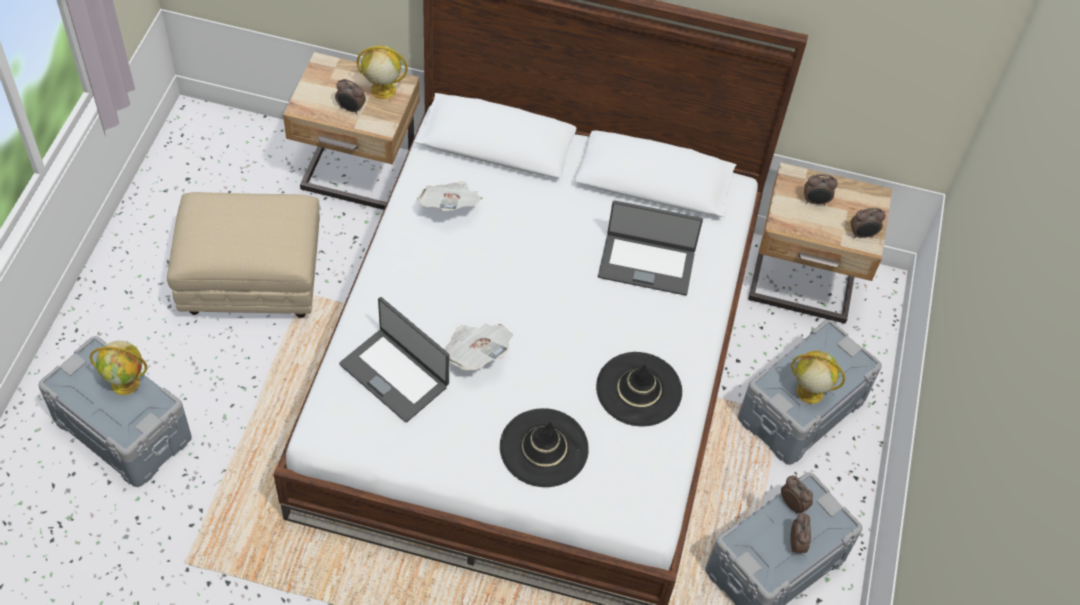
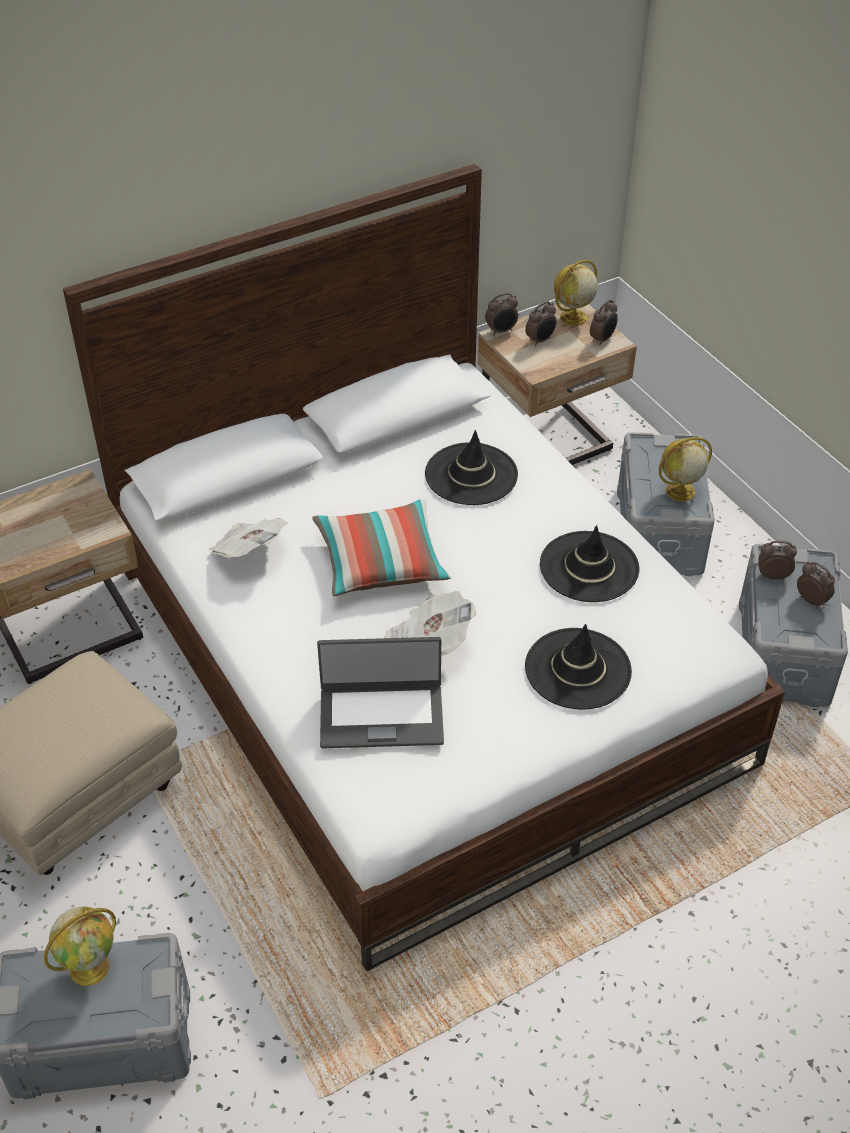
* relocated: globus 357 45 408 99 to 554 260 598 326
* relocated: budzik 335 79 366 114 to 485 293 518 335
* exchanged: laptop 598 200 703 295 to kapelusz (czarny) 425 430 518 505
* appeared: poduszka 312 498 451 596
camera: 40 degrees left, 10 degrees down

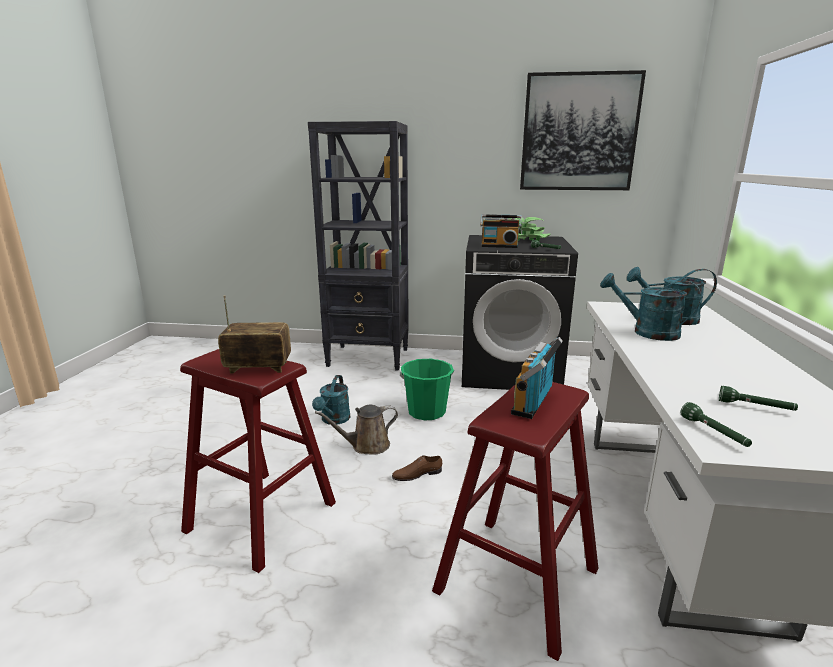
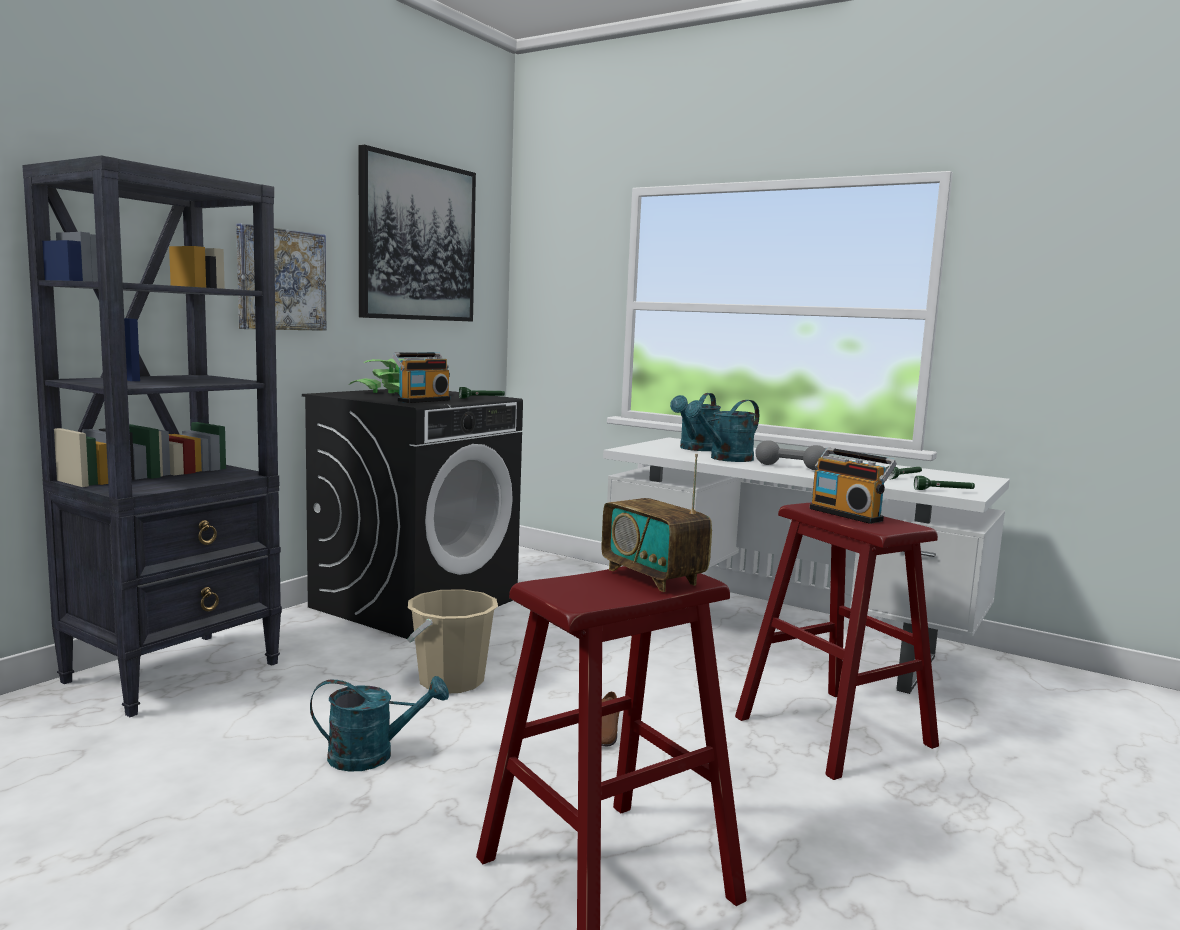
* spun: radio 218 296 291 374 = 601 454 712 592 60 degrees counterclockwise
* colour: wiadro (zielony) 400 359 454 421 to wiadro (beżowy) 407 589 498 693
* spun: konewka (turkusowy) 312 375 350 425 = 310 676 449 772 45 degrees counterclockwise
* missing: konewka (brązowy) 315 405 398 455
* appeared: obraz 236 223 326 331
* appeared: hantel (szary) 755 440 829 470
camera: 65 degrees left, 10 degrees down

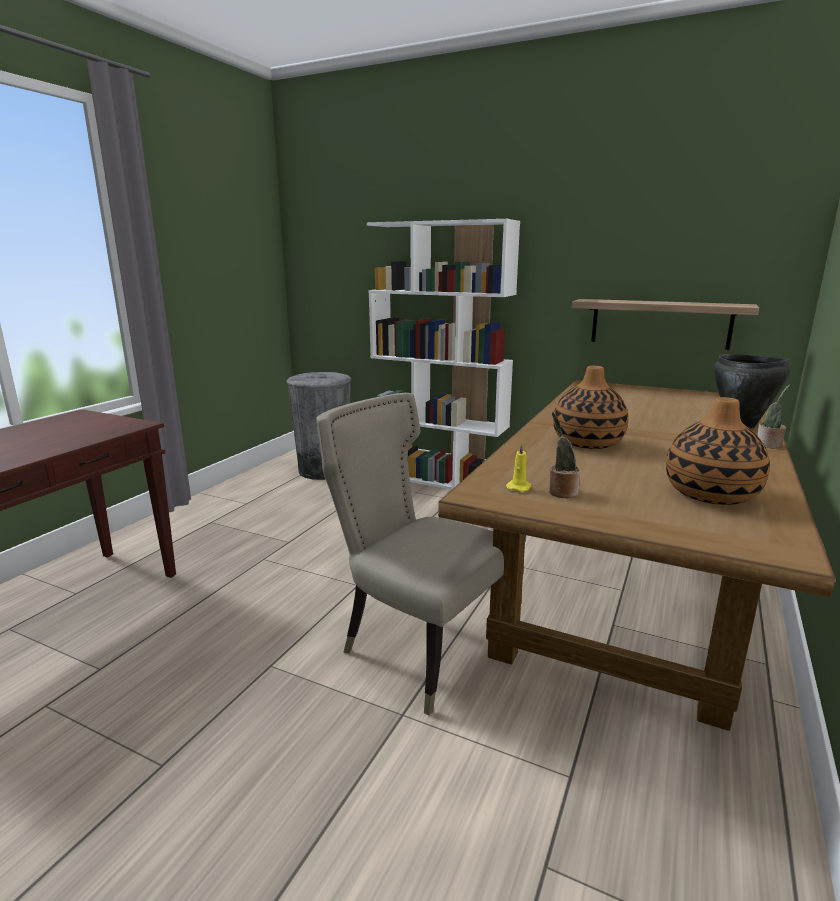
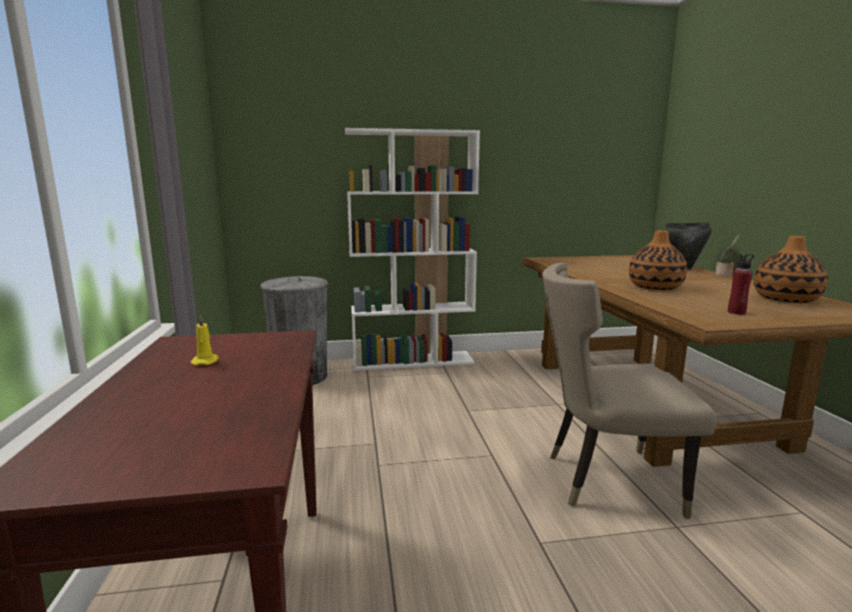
* missing: półka 572 299 759 350
* exchanged: roślina doniczkowa 549 412 581 498 to butelka (czerwony) 728 254 754 315
* relocated: świeca (żółty) 506 443 531 492 to 191 315 219 365
camera: 35 degrees left, 5 degrees down

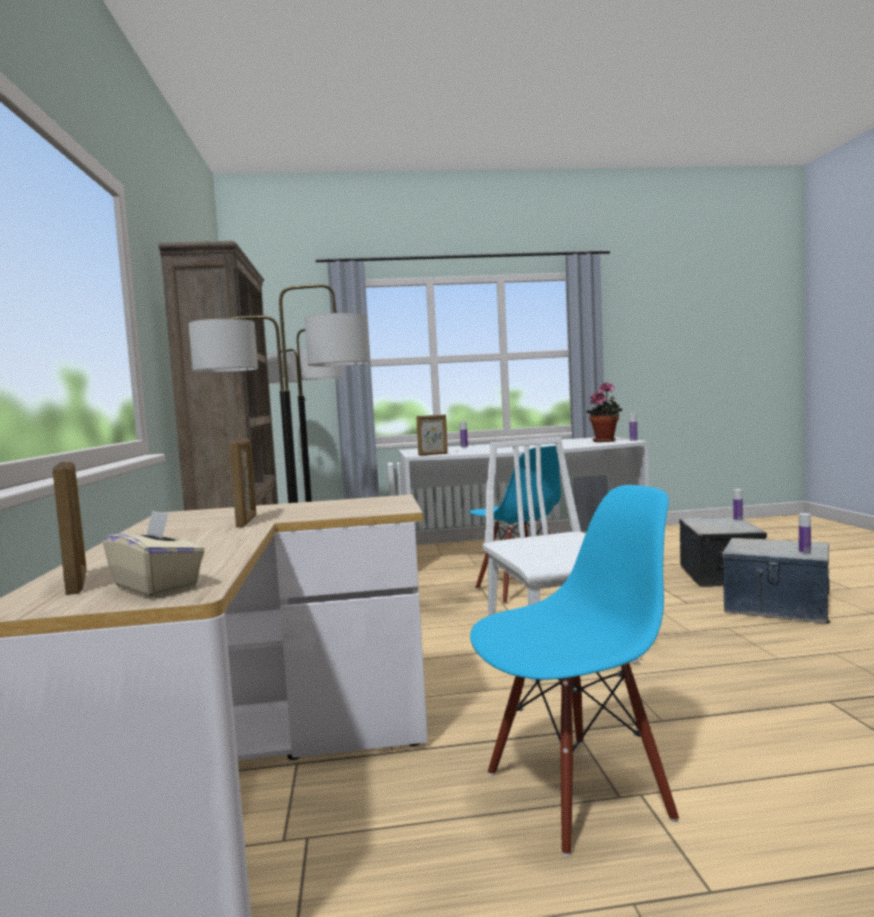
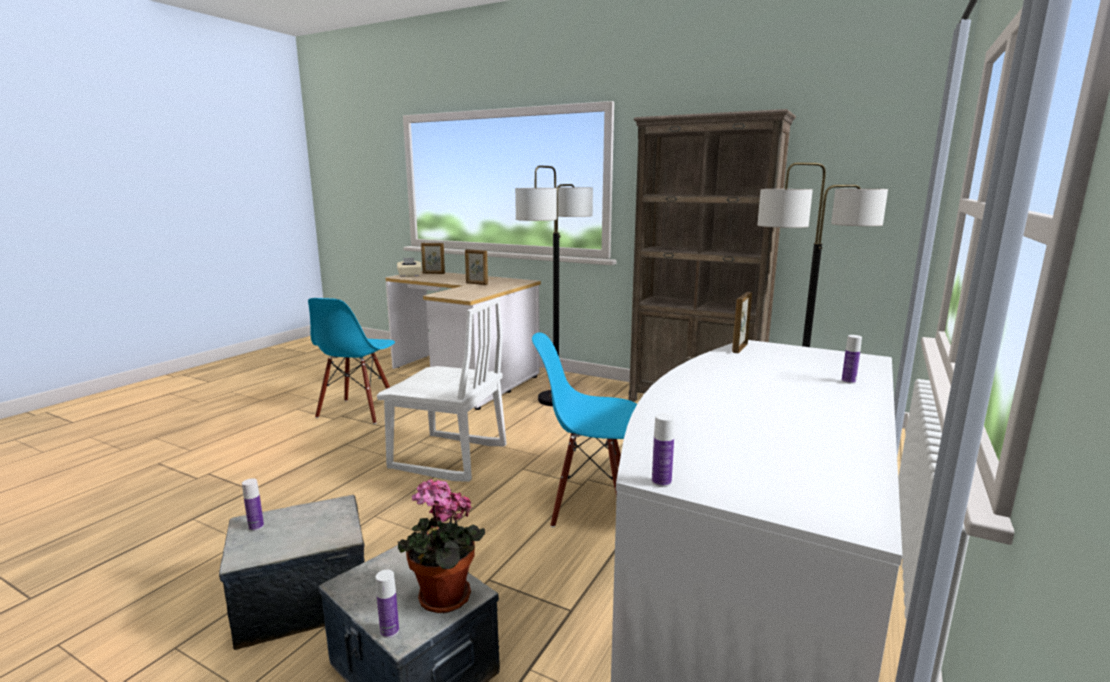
* relocated: roślina doniczkowa 586 382 622 442 to 397 479 485 613
camera: 125 degrees right, 10 degrees up

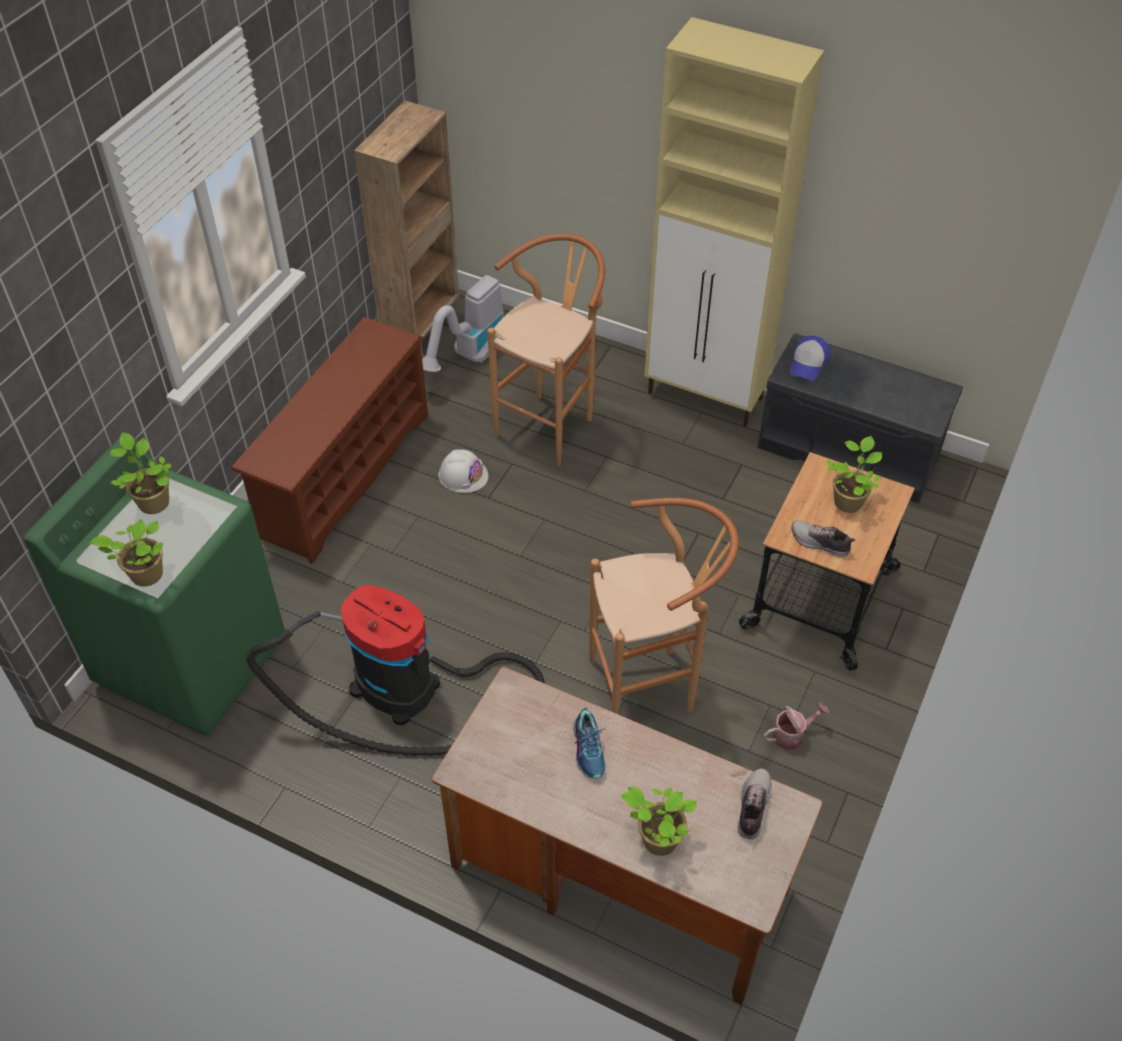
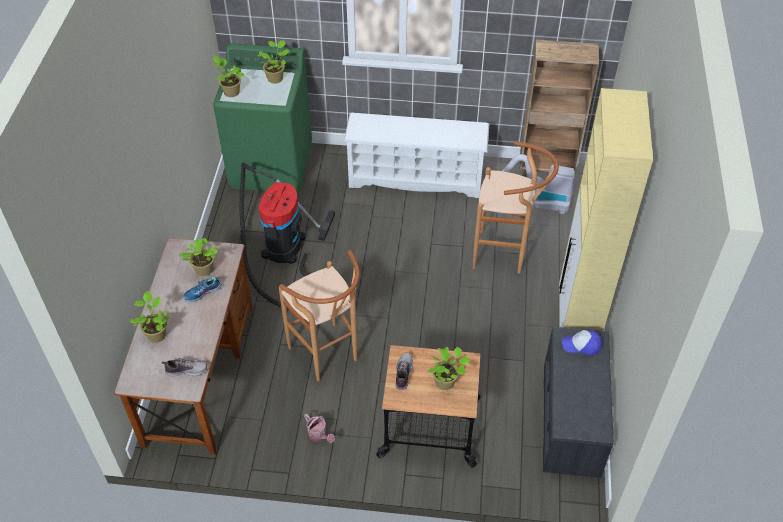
* colour: regał na buty (brązowy) 231 317 428 564 to regał na buty (biały) 344 113 489 198
* missing: kask (biały) 438 449 488 493
* appeared: roślina doniczkowa 179 238 218 276
camera: 70 degrees right, 0 degrees up

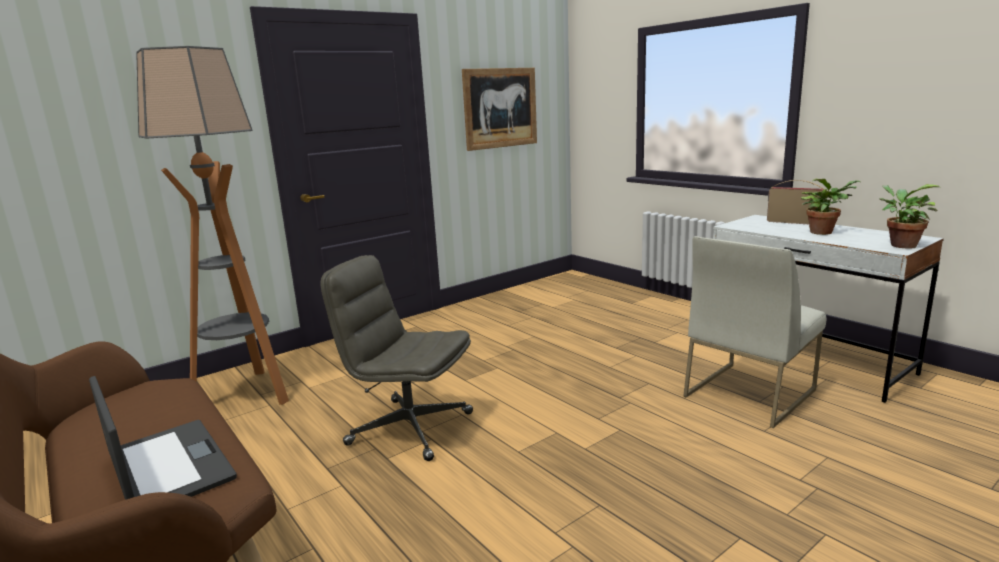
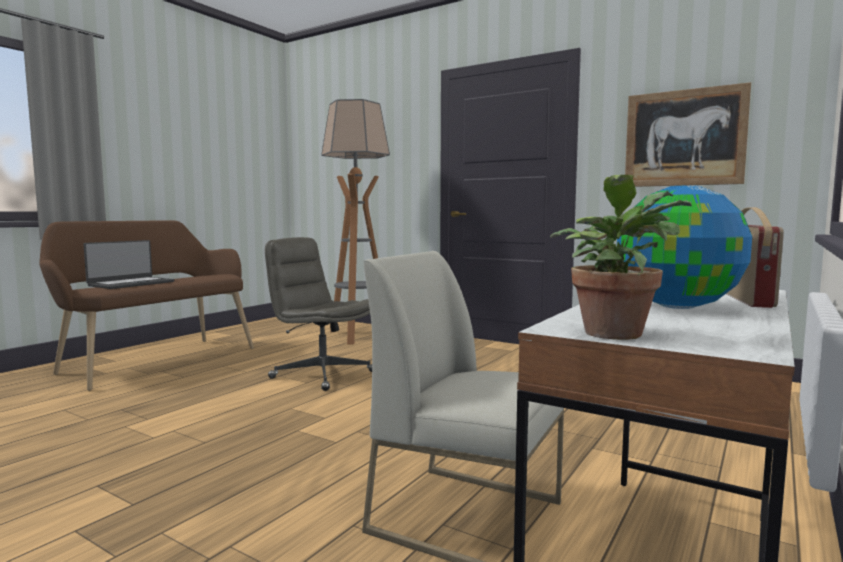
* exchanged: roślina doniczkowa 801 179 860 235 to globus 617 185 752 309
* spun: krzesło biurowe (szary) 321 255 473 461 = 265 237 372 391 60 degrees counterclockwise
camera: 70 degrees right, 10 degrees down

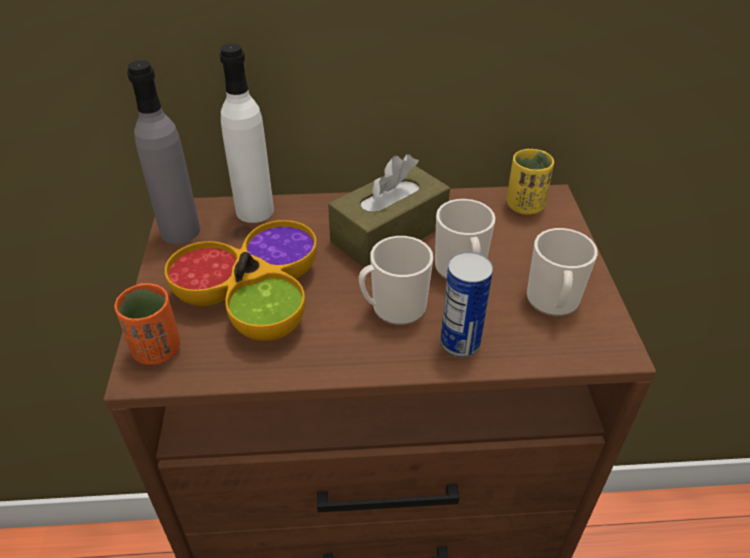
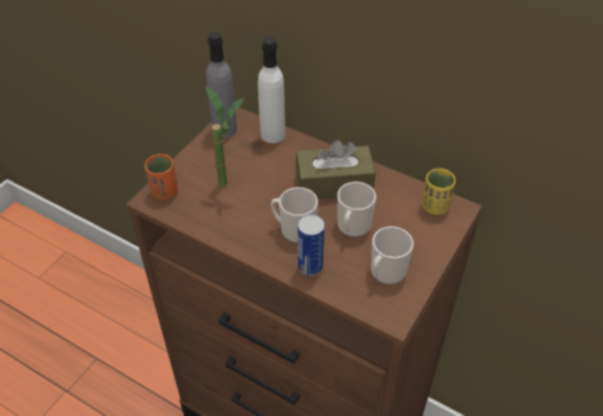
* exchanged: miska 165 220 317 341 to roślina doniczkowa 205 86 244 186
camera: 35 degrees right, 5 degrees up

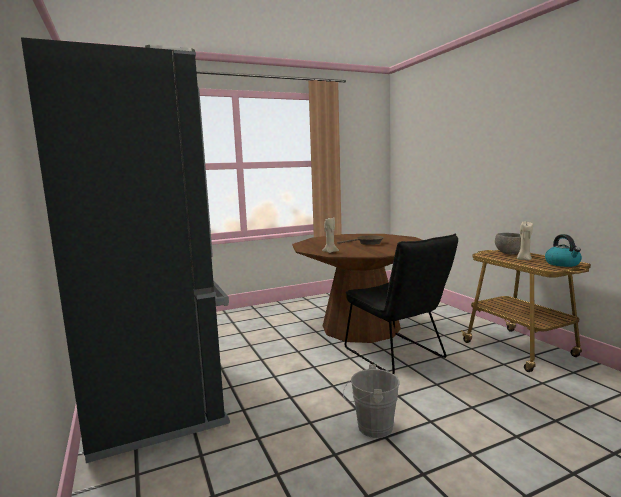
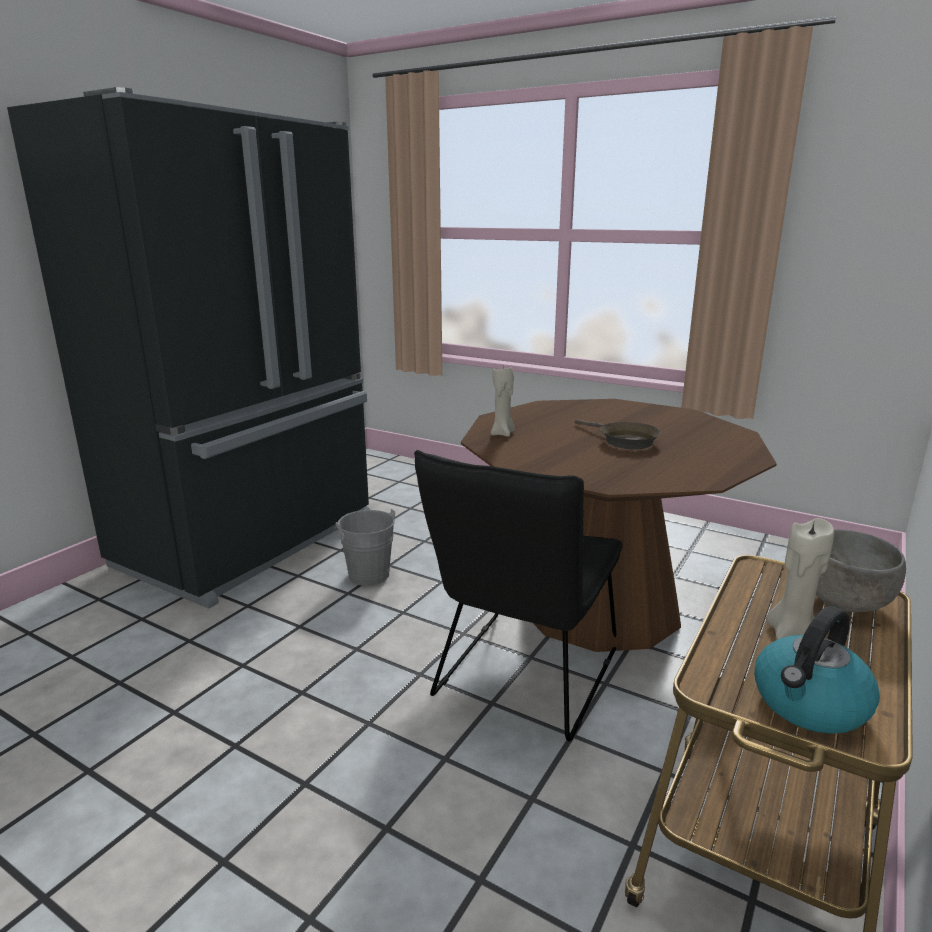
* relocated: wiadro (szary) 343 364 400 438 to 334 509 395 586
camera: 55 degrees right, 10 degrees up

